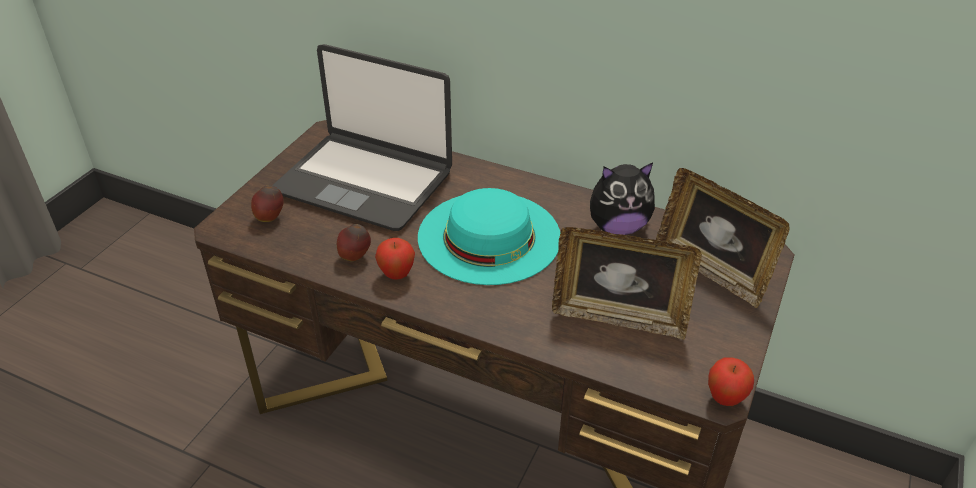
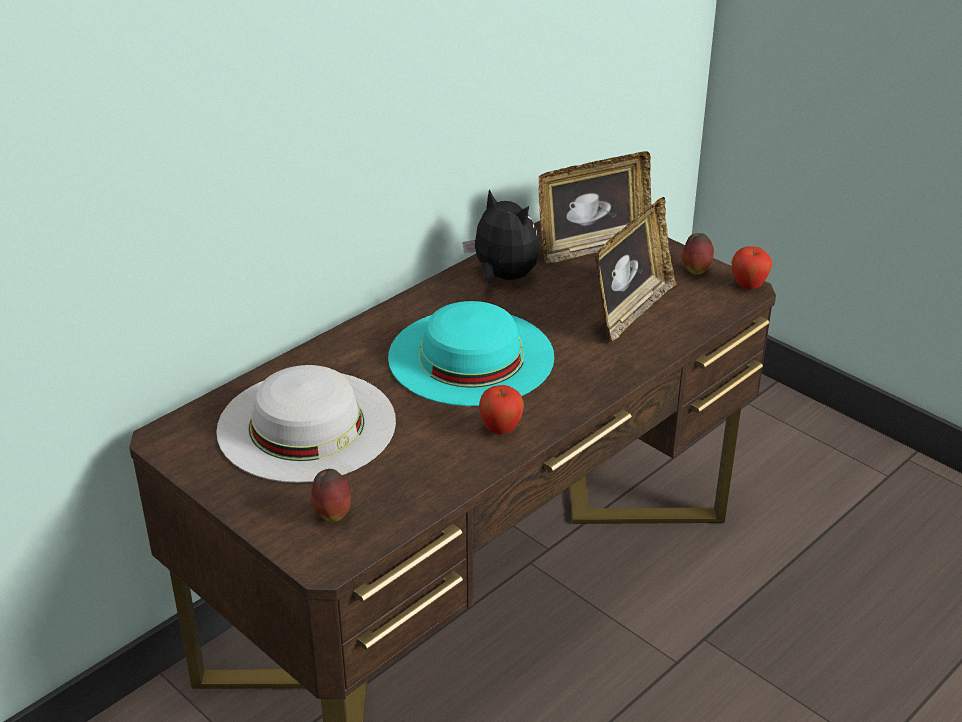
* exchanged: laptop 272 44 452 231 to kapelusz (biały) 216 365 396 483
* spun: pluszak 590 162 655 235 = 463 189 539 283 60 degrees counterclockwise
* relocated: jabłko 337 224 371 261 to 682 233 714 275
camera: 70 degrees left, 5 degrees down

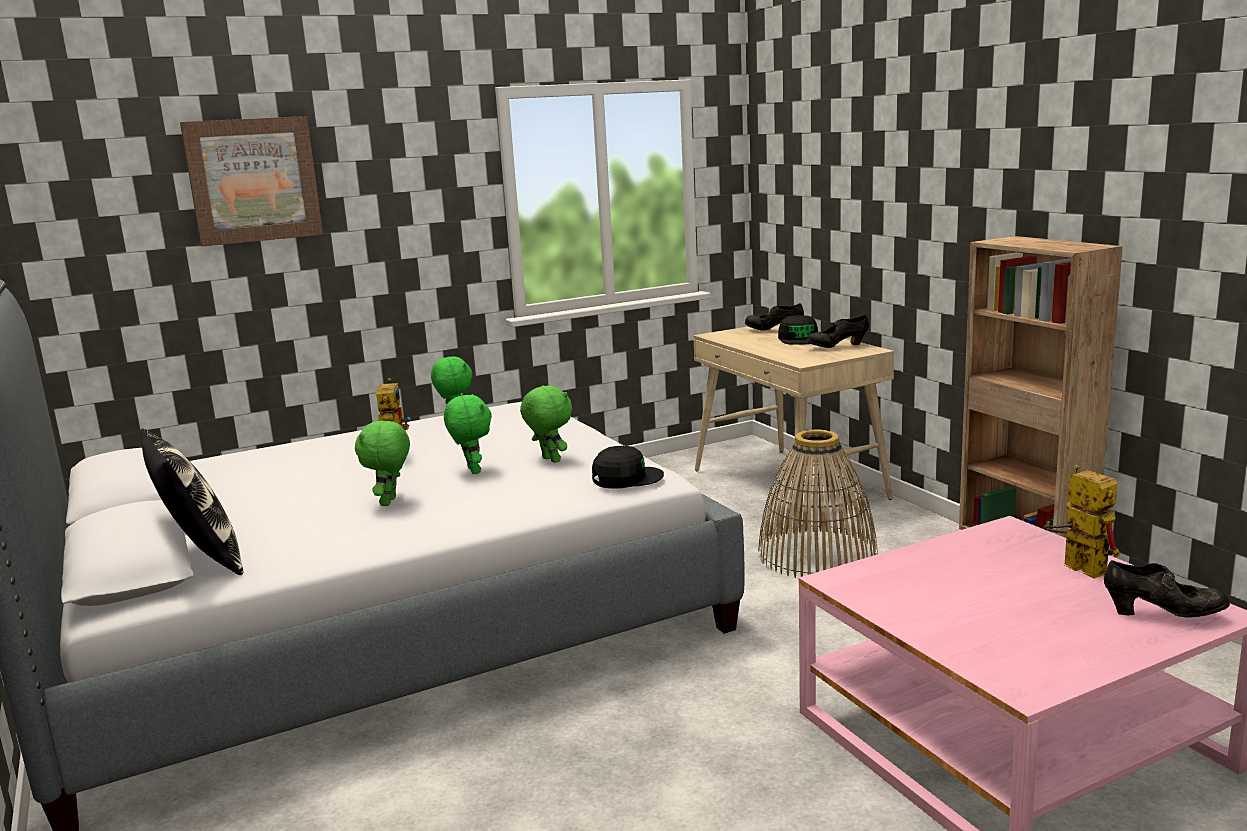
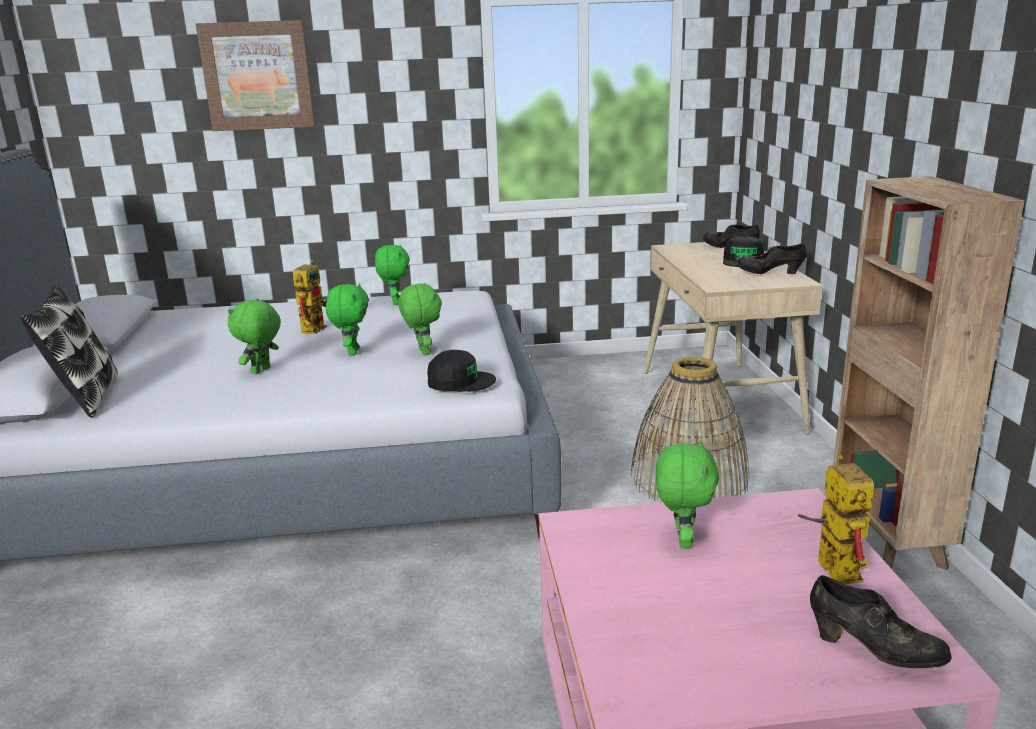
* appeared: pluszak (zielony) 656 440 719 549
camera: 20 degrees right, 5 degrees up

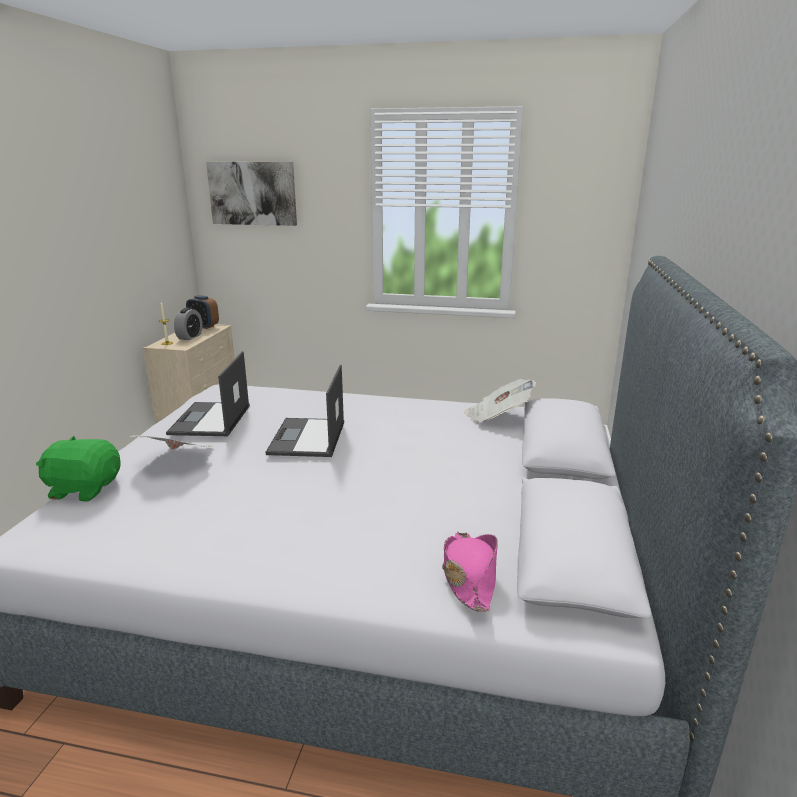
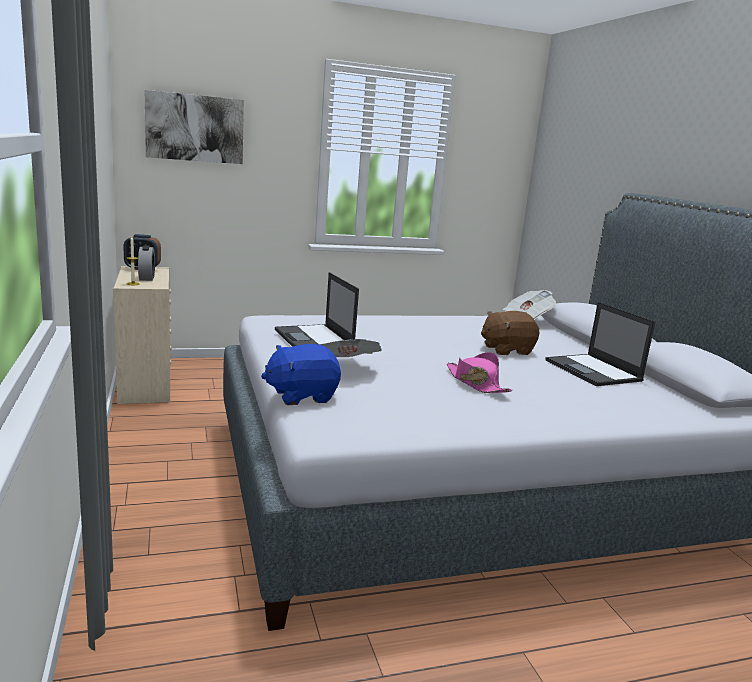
* relocated: laptop 266 365 344 457 to 545 302 655 386
* colour: pluszak (zielony) 36 436 121 502 to pluszak (niebieski) 261 344 341 405
* relocated: kapelusz (różowy) 442 532 498 612 to 447 352 512 393
* appeared: pluszak (brązowy) 481 311 539 355
camera: 30 degrees left, 5 degrees down

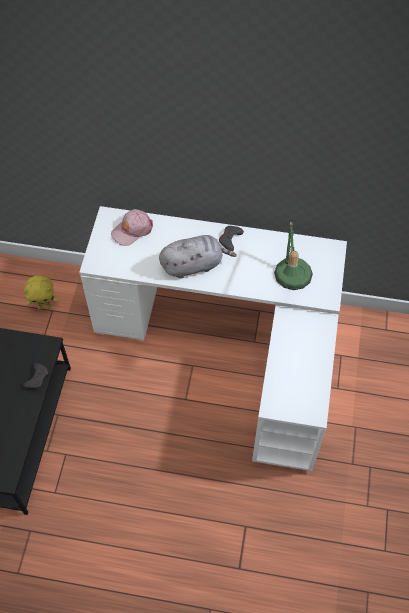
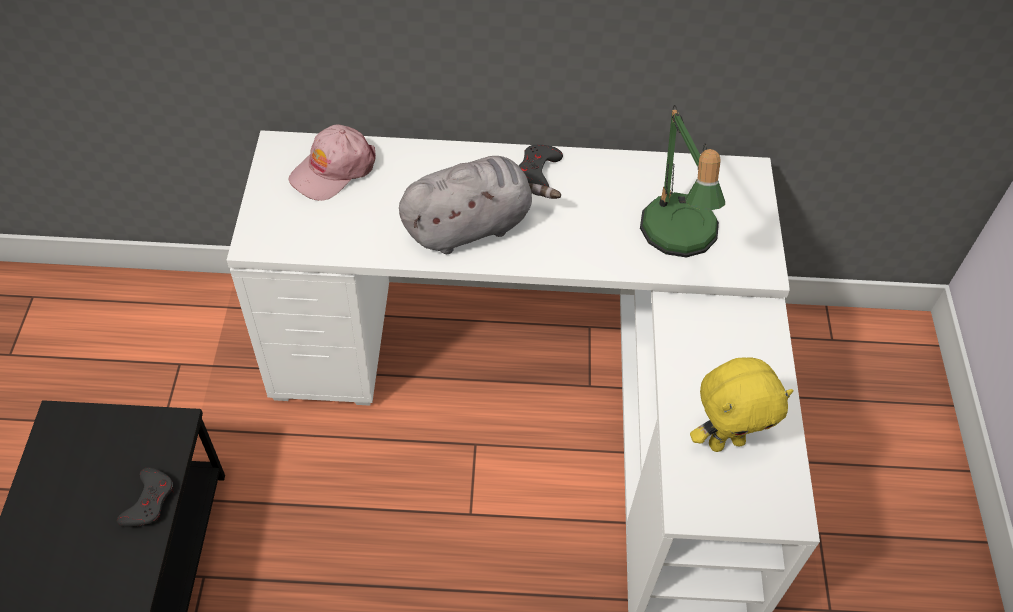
* relocated: pluszak (żółty) 24 275 58 309 to 690 357 794 452
camera: 10 degrees left, 5 degrees down

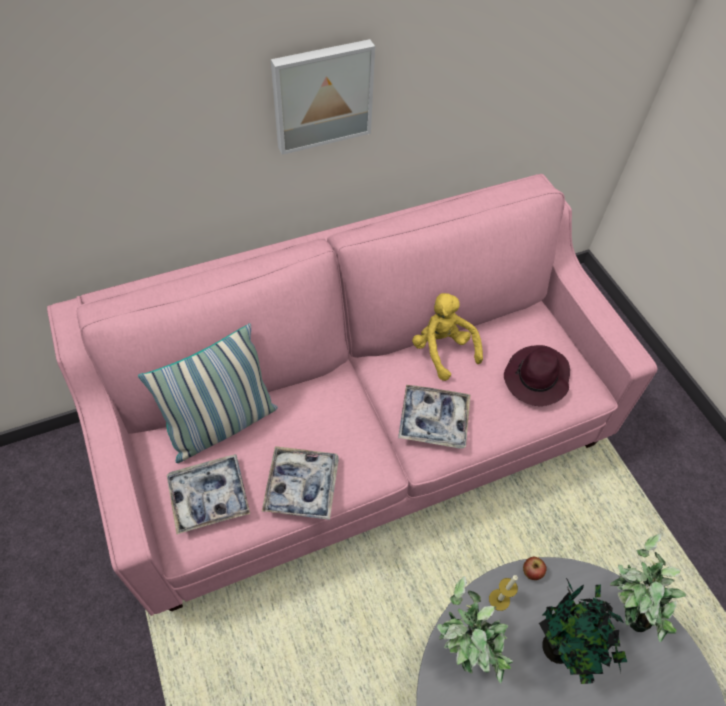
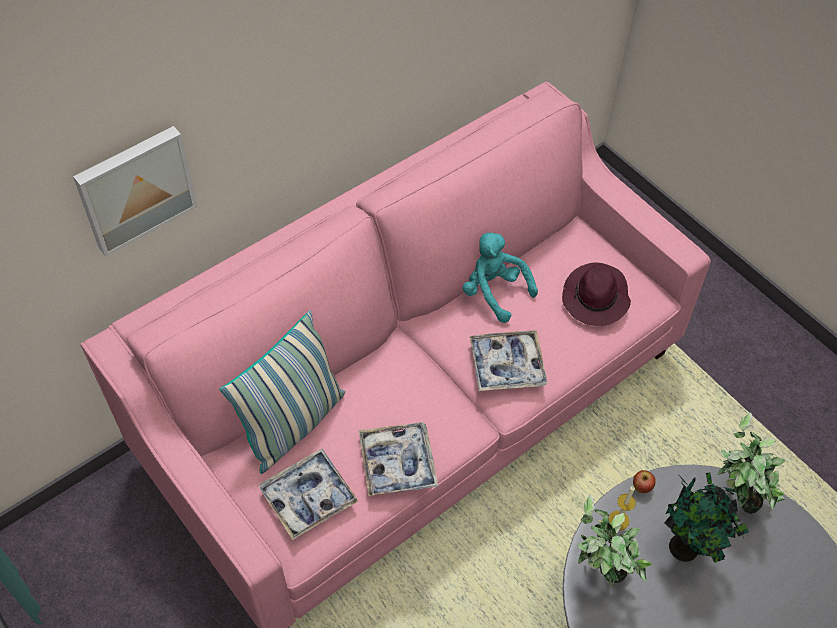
* relocated: obraz 271 39 375 155 to 73 126 197 257
* colour: pluszak (żółty) 412 293 483 381 to pluszak (turkusowy) 463 232 538 323
camera: 15 degrees left, 0 degrees up

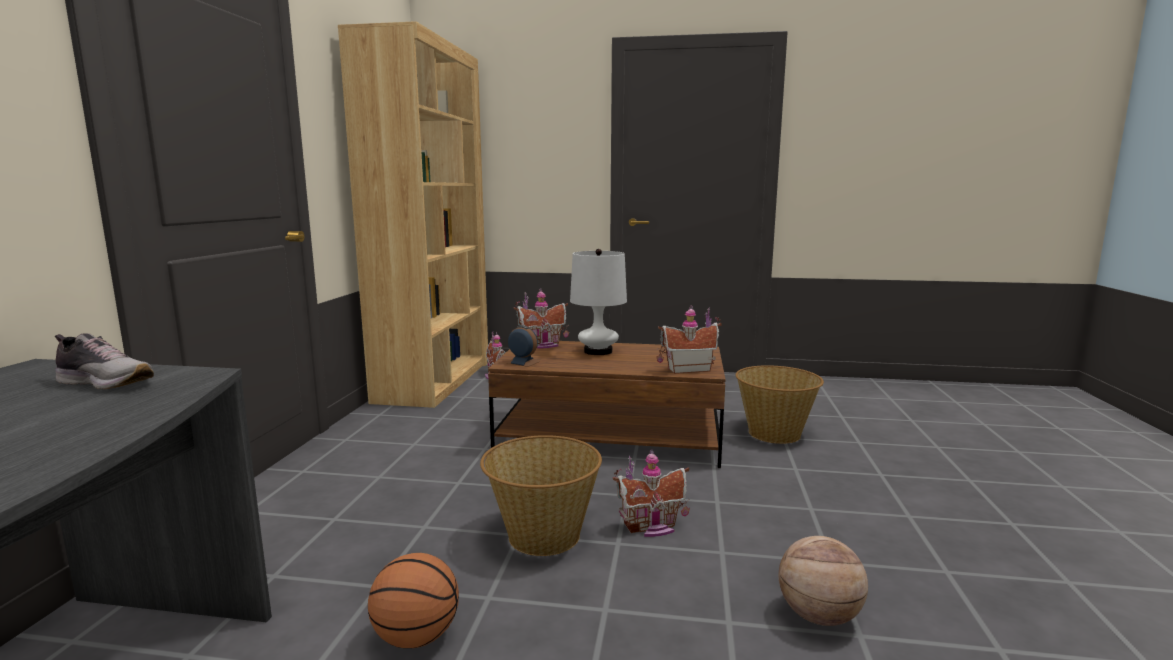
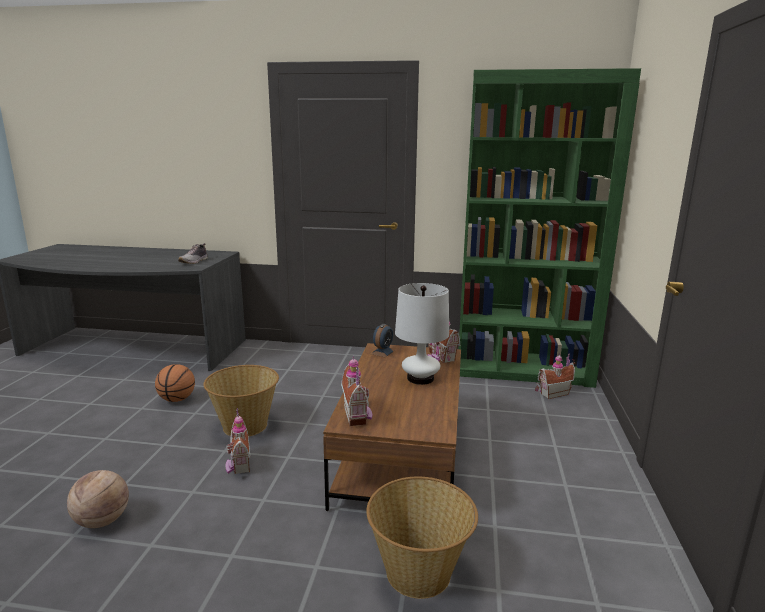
* colour: regał (brązowy) 338 21 488 408 to regał (zielony) 459 68 641 388
camera: 90 degrees right, 5 degrees up

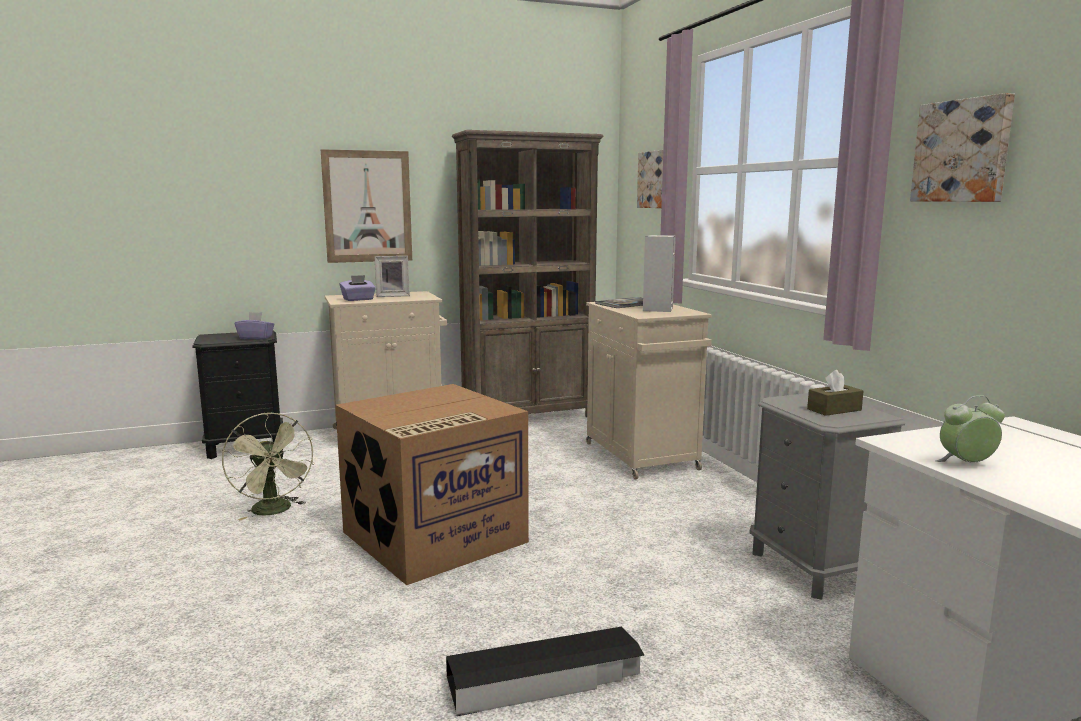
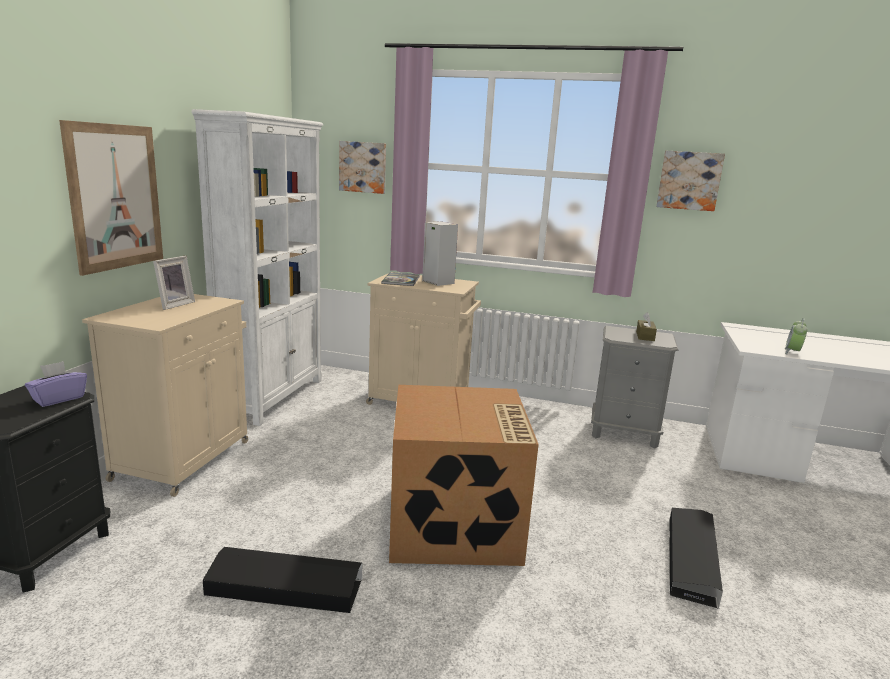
* colour: regał (brązowy) 452 130 604 417 to regał (biały) 191 109 323 426
* missing: pudełko chusteczek (fioletowy) 340 275 376 301
* exchanged: wentylator (zielony) 222 413 315 520 to pojemnik do przechowywania (czarny) 203 547 362 613
camera: 55 degrees left, 5 degrees up

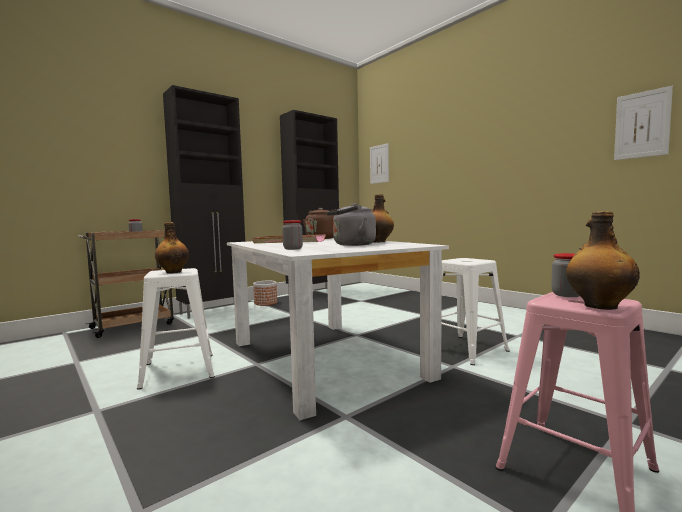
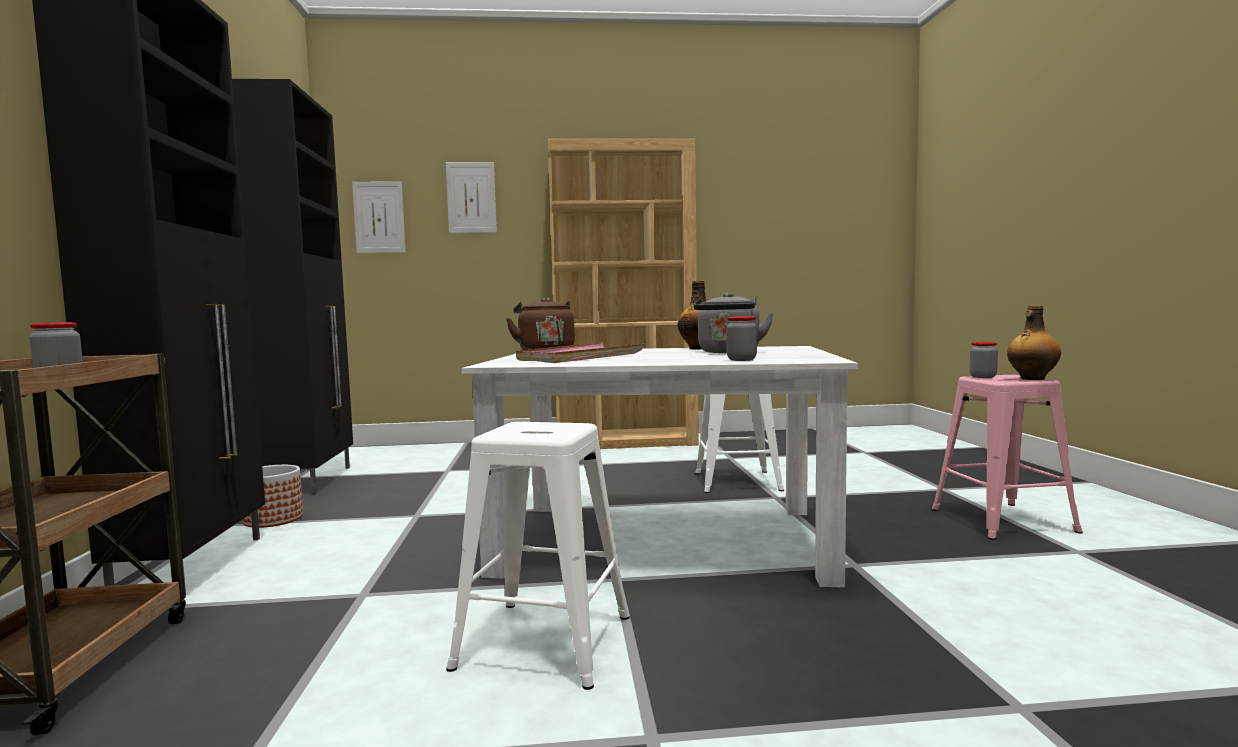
* relocated: obraz 614 86 673 160 to 446 162 497 233
* missing: butelka 155 222 189 273
* appeared: regał (brązowy) 548 138 699 449
camera: 55 degrees left, 0 degrees up

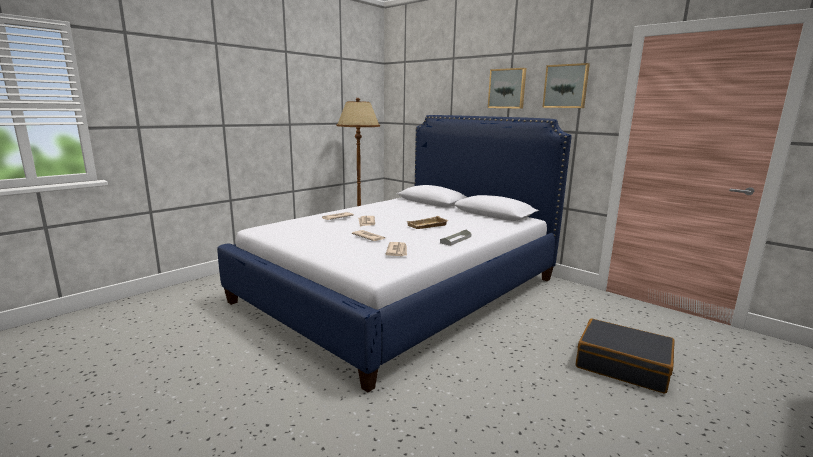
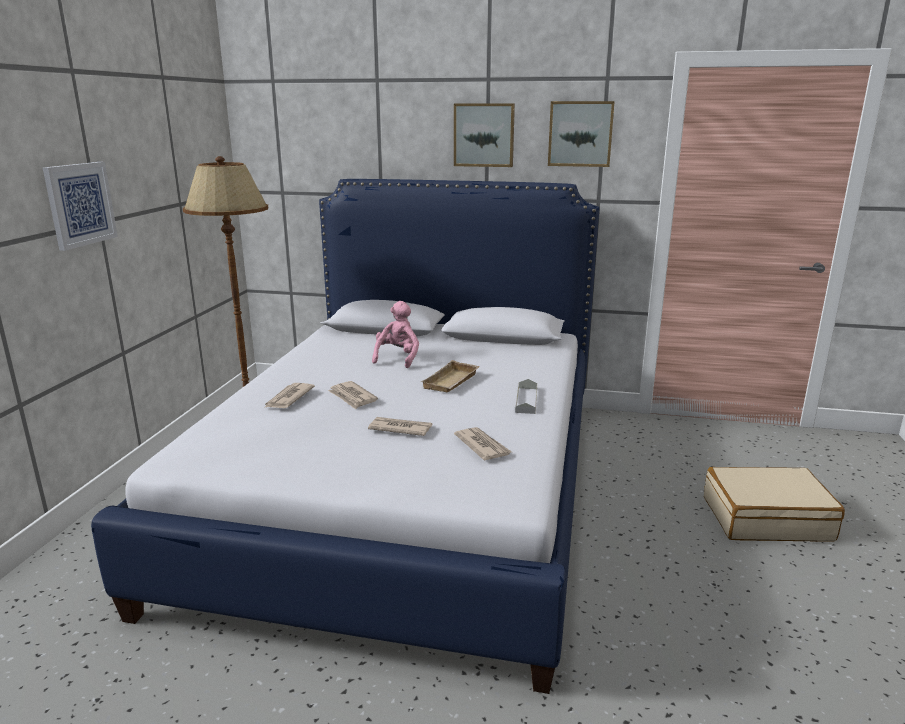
* colour: walizka (czarny) 576 319 675 393 to walizka (beżowy) 704 467 845 542
* appeared: obraz 43 162 118 251
* appeared: pluszak (różowy) 372 301 419 368
camera: 30 degrees left, 5 degrees up

